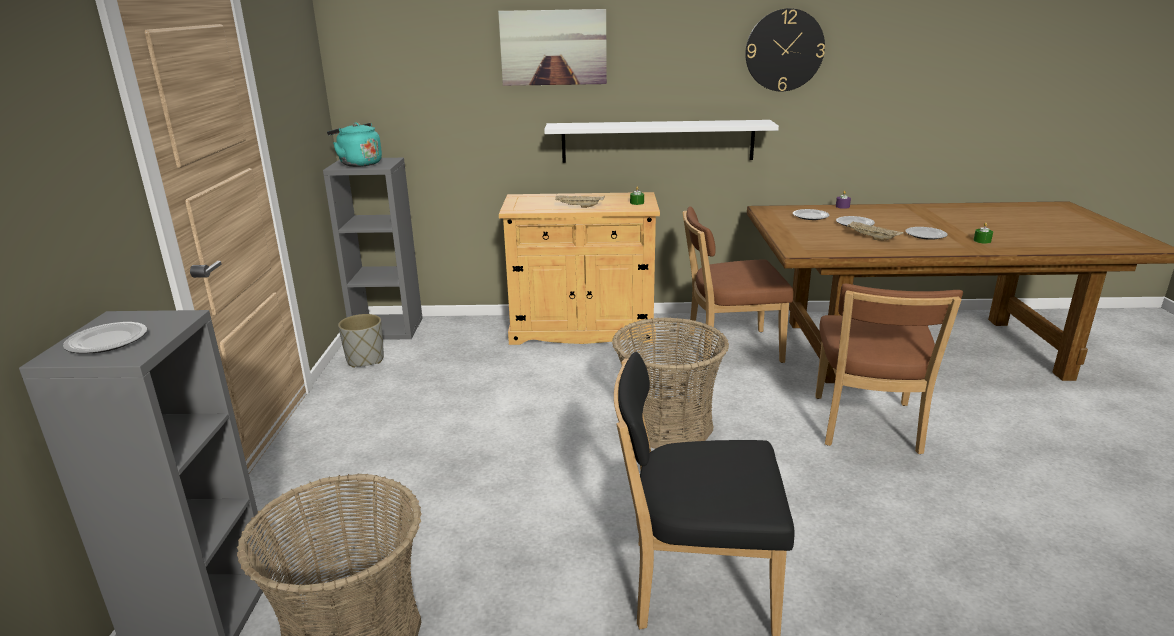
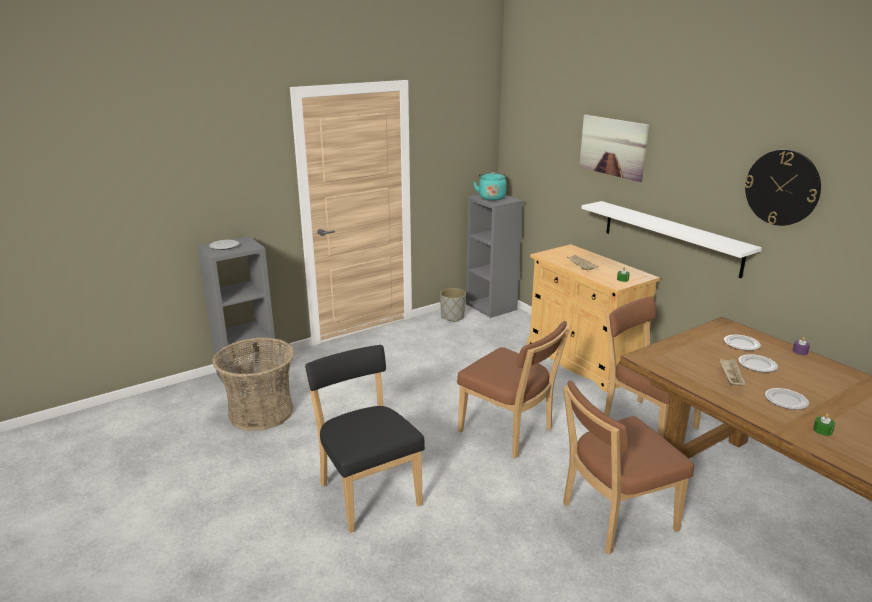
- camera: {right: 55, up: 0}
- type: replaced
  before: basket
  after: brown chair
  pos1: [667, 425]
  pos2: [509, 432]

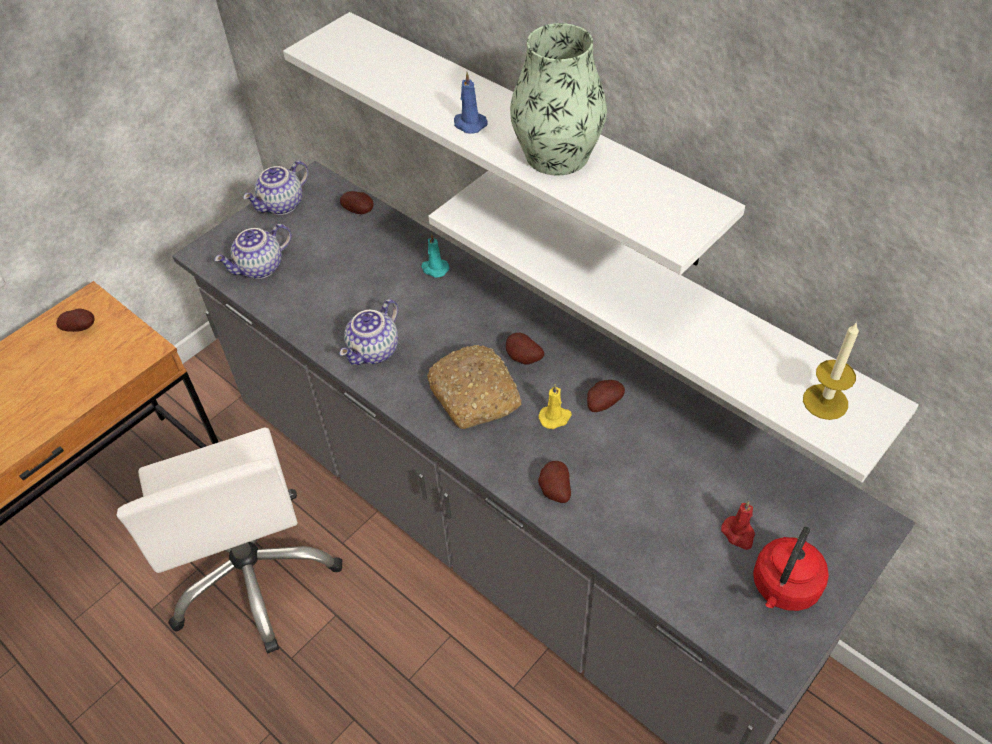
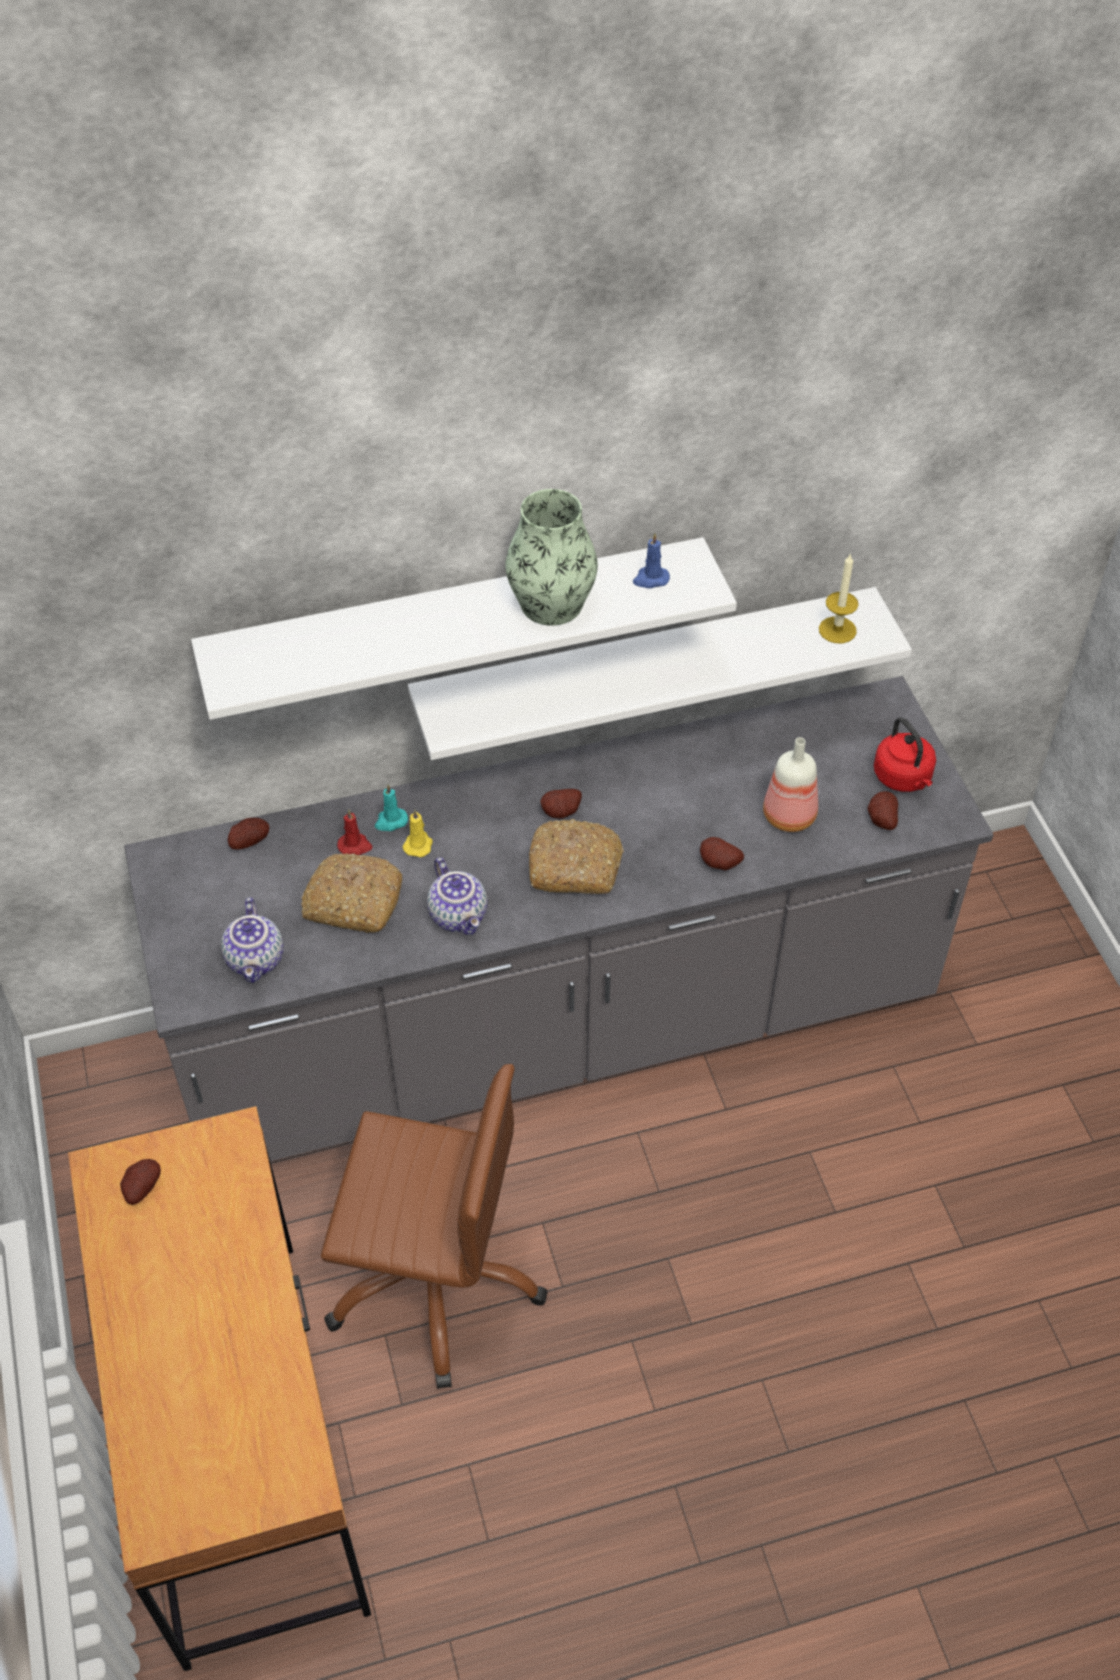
- camera: {right: -60, up: 0}
- type: recoloured
  before: white office chair
  after: brown office chair
  pos1: [254, 574]
  pos2: [435, 1279]
- type: removed
  before: teapot
  pos1: [282, 205]
- type: moved
  before: blue candle
  pos1: [469, 124]
  pos2: [650, 579]
- type: moved
  before: yellow candle
  pos1: [555, 417]
  pos2: [418, 844]
- type: moved
  before: potato
  pos1: [602, 403]
  pos2: [880, 820]
- type: moved
  before: red candle
  pos1: [739, 534]
  pos2: [355, 845]
- type: added
  after: bread
  pos2: [352, 902]
- type: added
  after: bottle
  pos2: [791, 816]

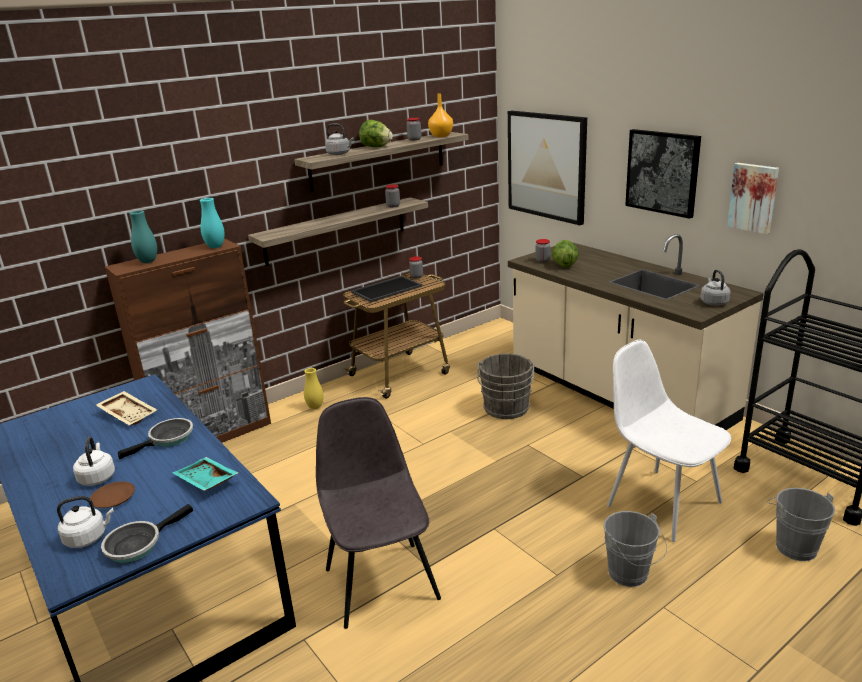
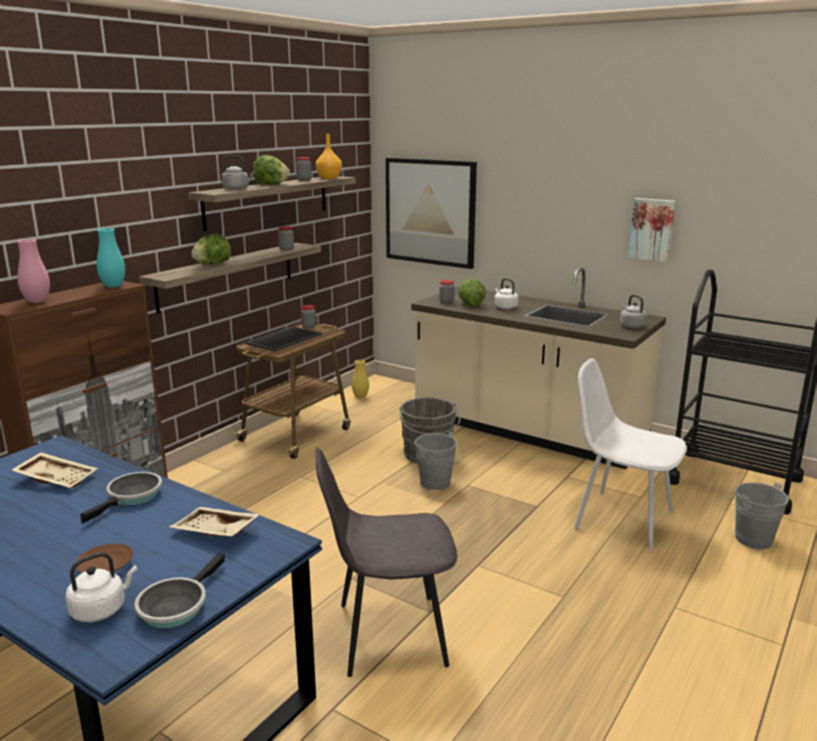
- camera: {right: -20, up: -5}
- type: moved
  before: white kettle
  pos1: [97, 477]
  pos2: [505, 307]
- type: recoloured
  before: turquoise vase
  after: pink vase
  pos1: [148, 261]
  pos2: [37, 302]
- type: recoloured
  before: turquoise tray
  after: beige tray
  pos1: [205, 482]
  pos2: [214, 532]
- type: moved
  before: yellow vase
  pos1: [315, 407]
  pos2: [360, 397]
- type: turned
  before: grey chair
  pos1: [380, 581]
  pos2: [387, 634]
  turn: -60
- type: moved
  before: grey bucket
  pos1: [630, 576]
  pos2: [437, 484]
- type: removed
  before: picture
  pos1: [662, 172]
- type: added
  after: lettuce
  pos2: [212, 264]

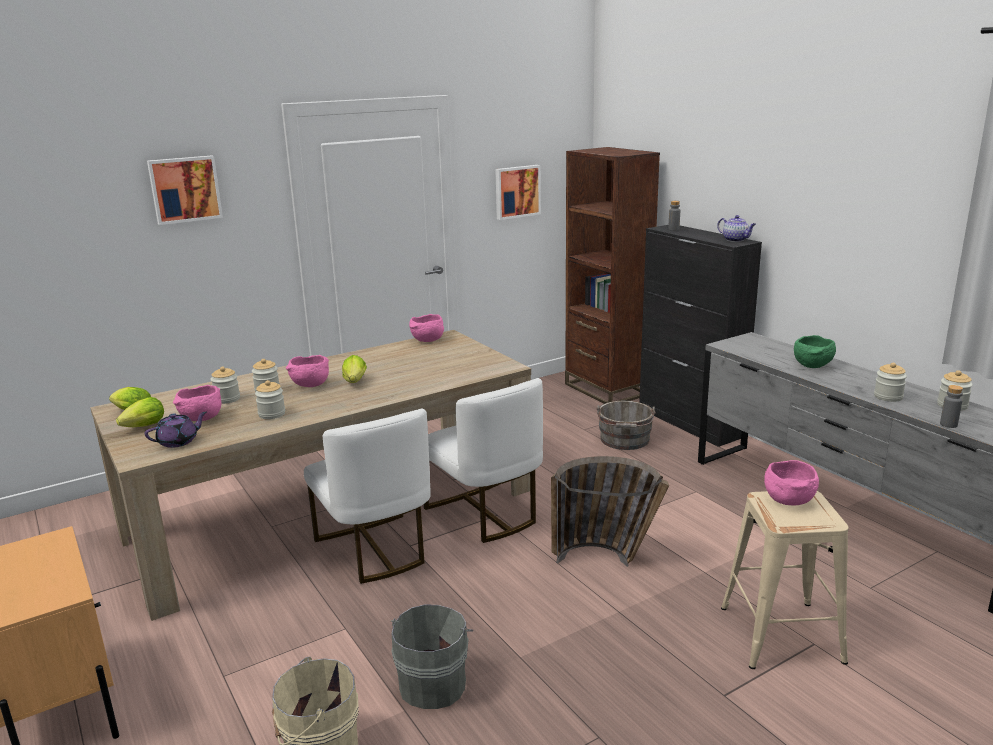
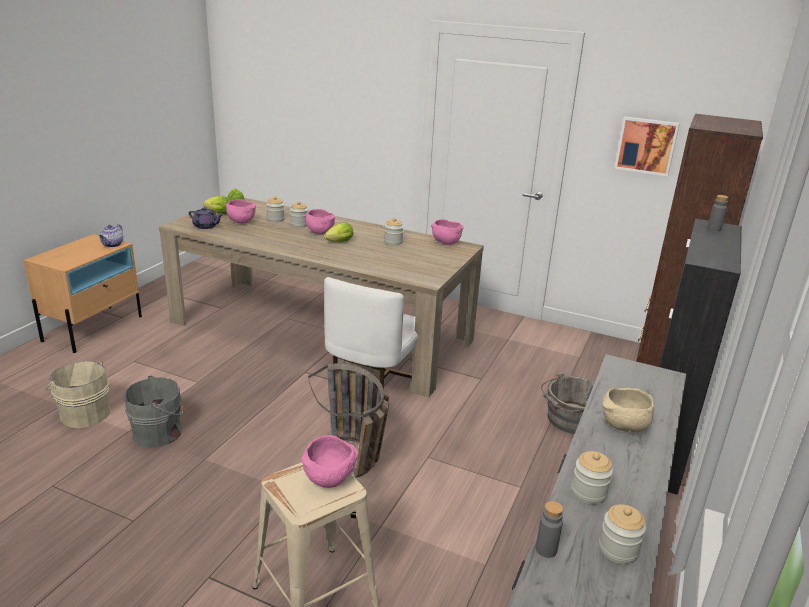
- camera: {right: 55, up: 5}
- type: removed
  before: picture
  pos1: [185, 189]
- type: moved
  before: jar
  pos1: [272, 414]
  pos2: [393, 242]
- type: removed
  before: white chair
  pos1: [375, 549]
- type: moved
  before: teapot
  pos1: [735, 240]
  pos2: [112, 245]
- type: recoloured
  before: green bowl
  after: beige bowl
  pos1: [812, 367]
  pos2: [623, 427]

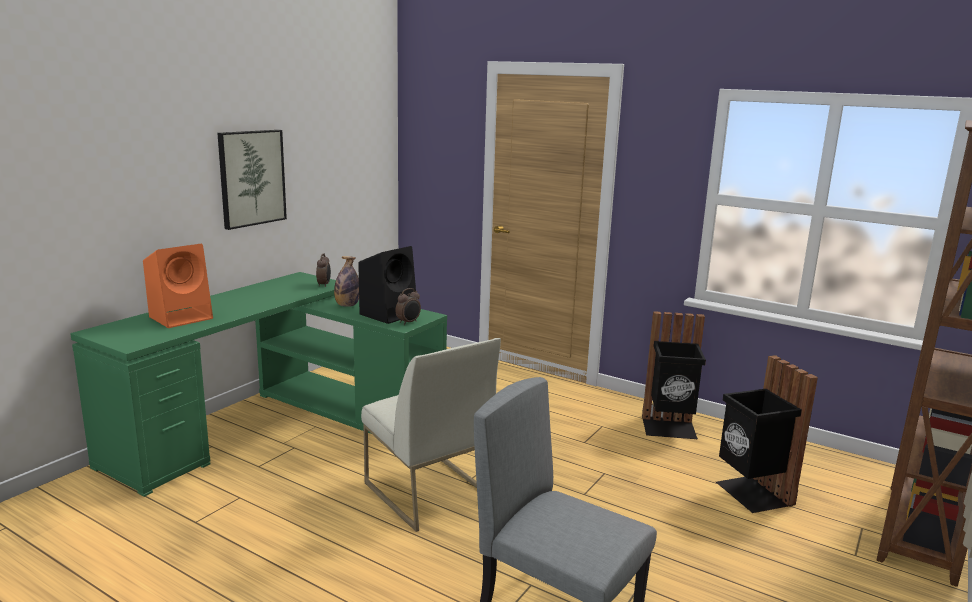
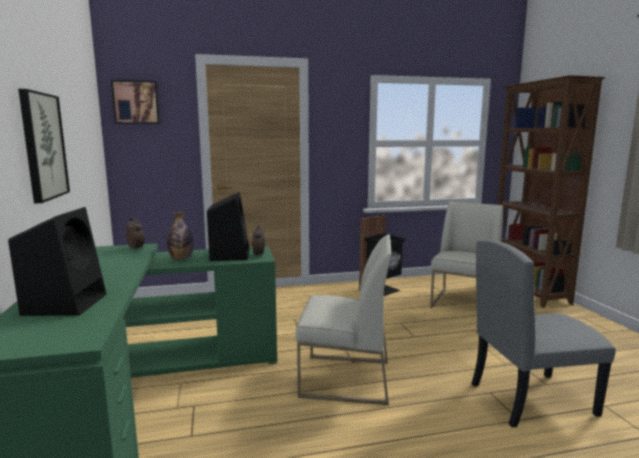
- camera: {right: -45, up: -5}
- type: recoloured
  before: orange speaker
  after: black speaker
  pos1: [182, 317]
  pos2: [66, 303]
- type: replaced
  before: black trash can
  after: white chair
  pos1: [751, 494]
  pos2: [464, 303]
- type: added
  after: picture
  pos2: [136, 102]

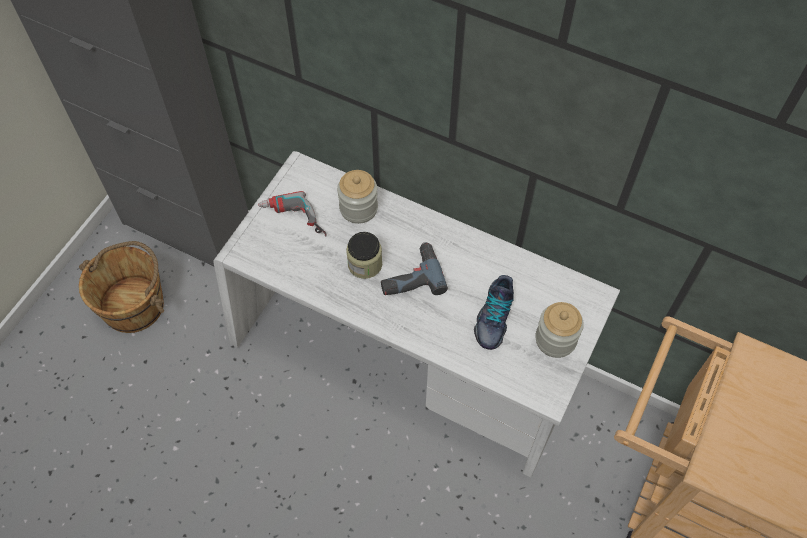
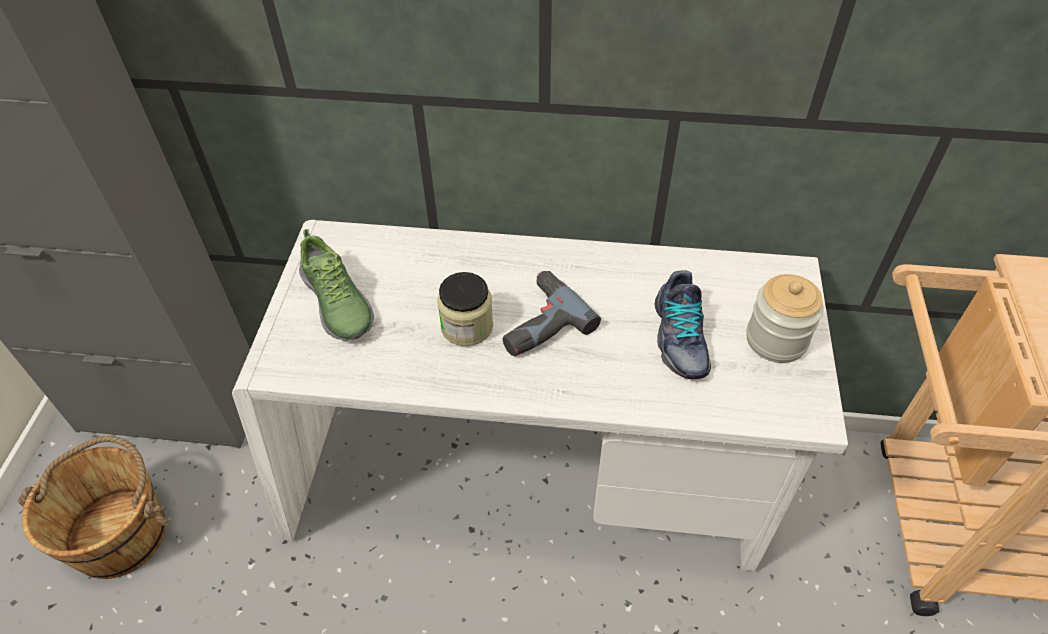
- camera: {right: -20, up: -10}
- type: replaced
  before: power drill
  after: shoe
  pos1: [292, 221]
  pos2: [337, 304]
- type: removed
  before: jar
  pos1: [358, 208]

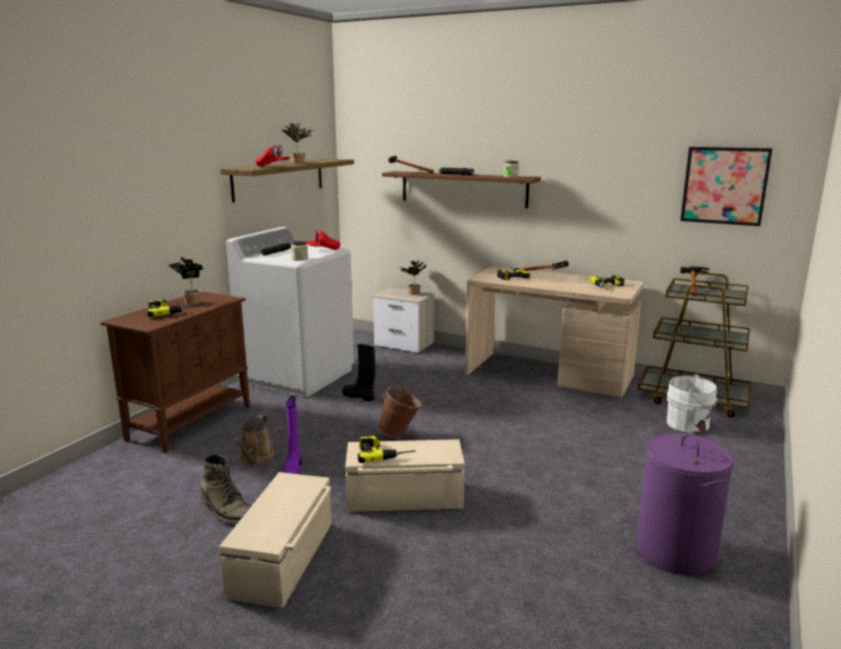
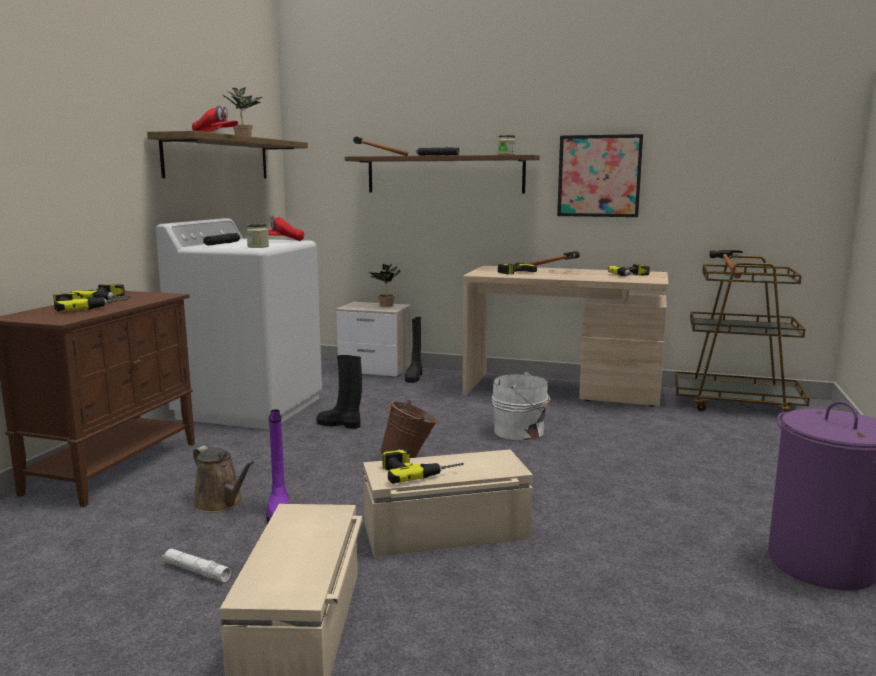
- camera: {right: -10, up: -5}
- type: replaced
  before: potted plant
  after: power drill
  pos1: [190, 302]
  pos2: [113, 299]
- type: replaced
  before: green boot
  after: white flashlight
  pos1: [227, 510]
  pos2: [196, 571]
- type: turned
  before: brown watering can
  pos1: [256, 458]
  pos2: [221, 503]
  turn: -45
- type: moved
  before: white bucket
  pos1: [689, 424]
  pos2: [521, 432]
- type: moved
  before: picture
  pos1: [724, 185]
  pos2: [599, 176]
- type: added
  after: black boot
  pos2: [414, 377]

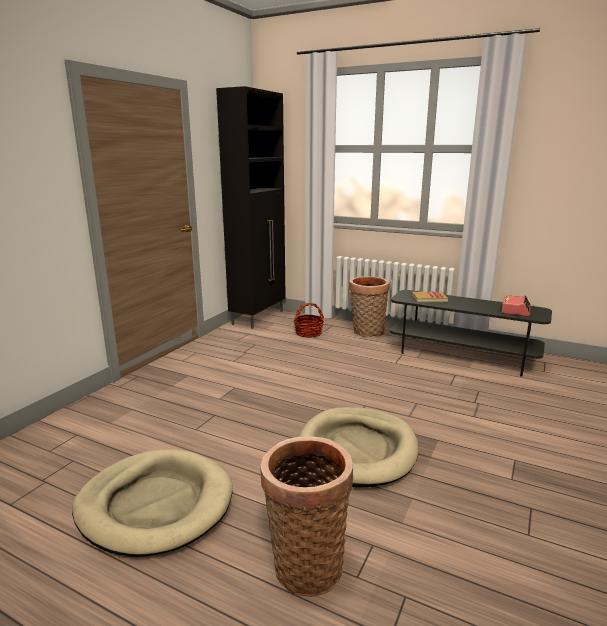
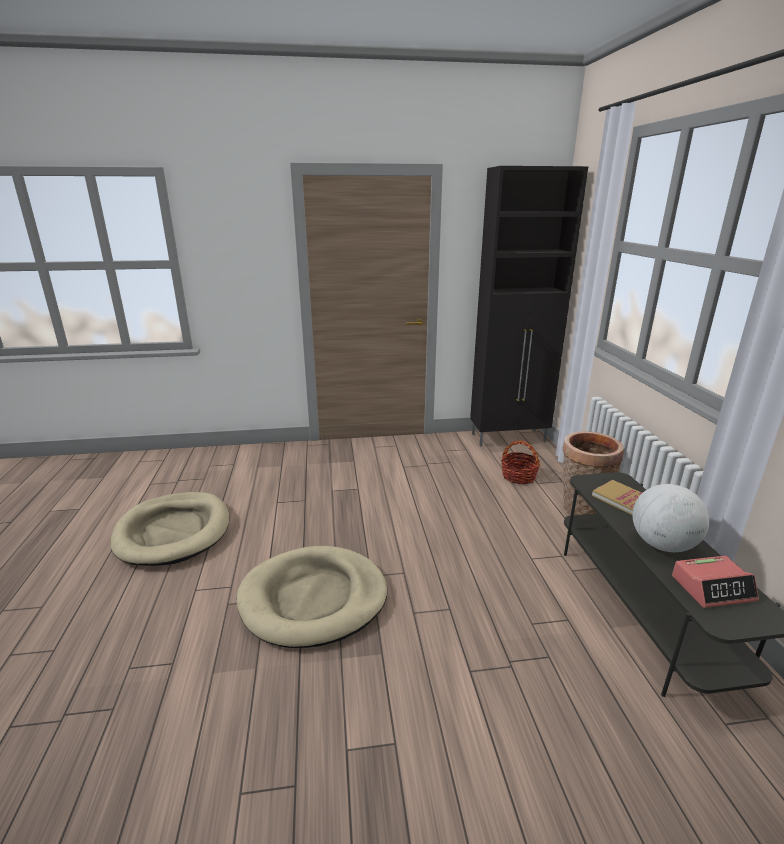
- camera: {right: 55, up: 5}
- type: removed
  before: basket
  pos1: [306, 563]
- type: added
  after: globe
  pos2: [662, 545]

